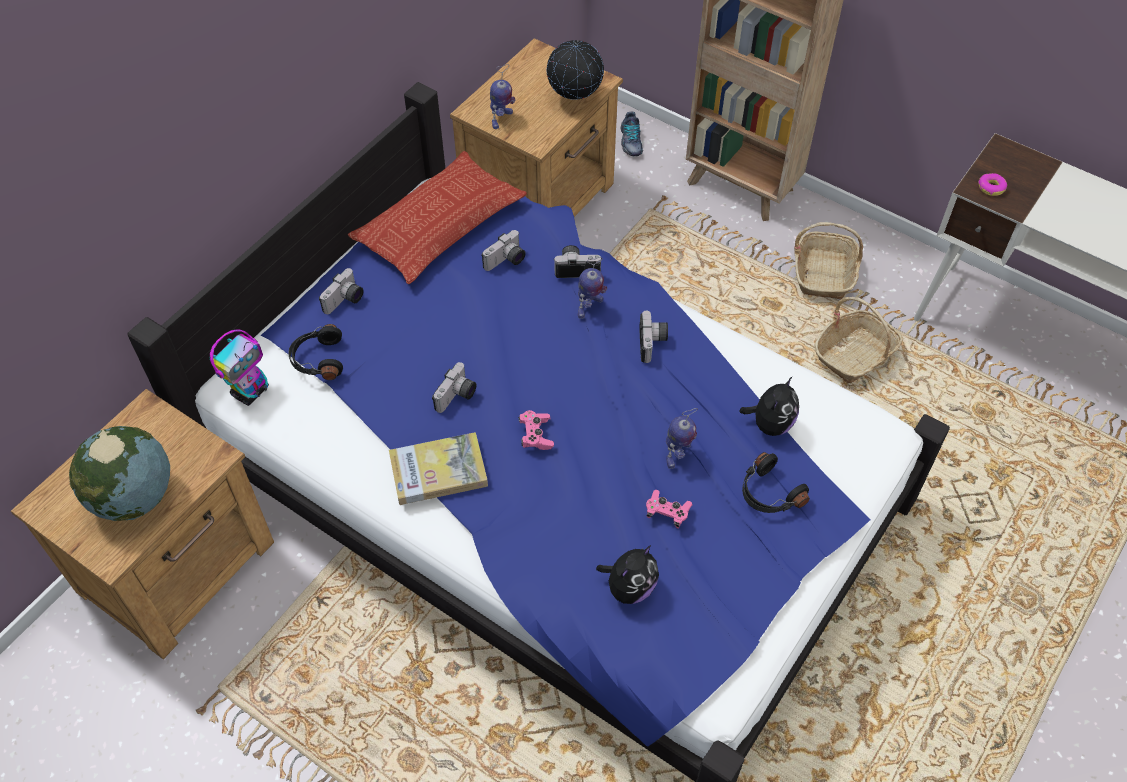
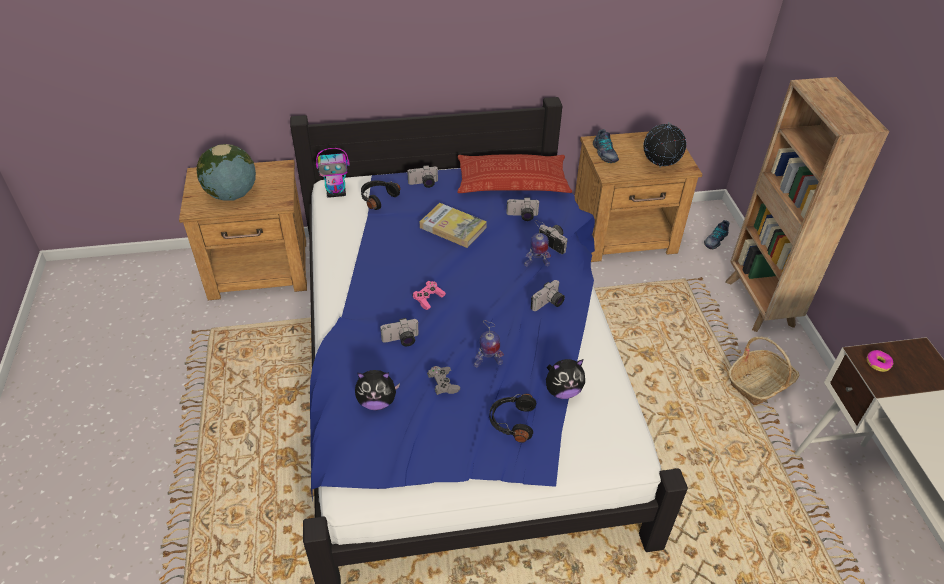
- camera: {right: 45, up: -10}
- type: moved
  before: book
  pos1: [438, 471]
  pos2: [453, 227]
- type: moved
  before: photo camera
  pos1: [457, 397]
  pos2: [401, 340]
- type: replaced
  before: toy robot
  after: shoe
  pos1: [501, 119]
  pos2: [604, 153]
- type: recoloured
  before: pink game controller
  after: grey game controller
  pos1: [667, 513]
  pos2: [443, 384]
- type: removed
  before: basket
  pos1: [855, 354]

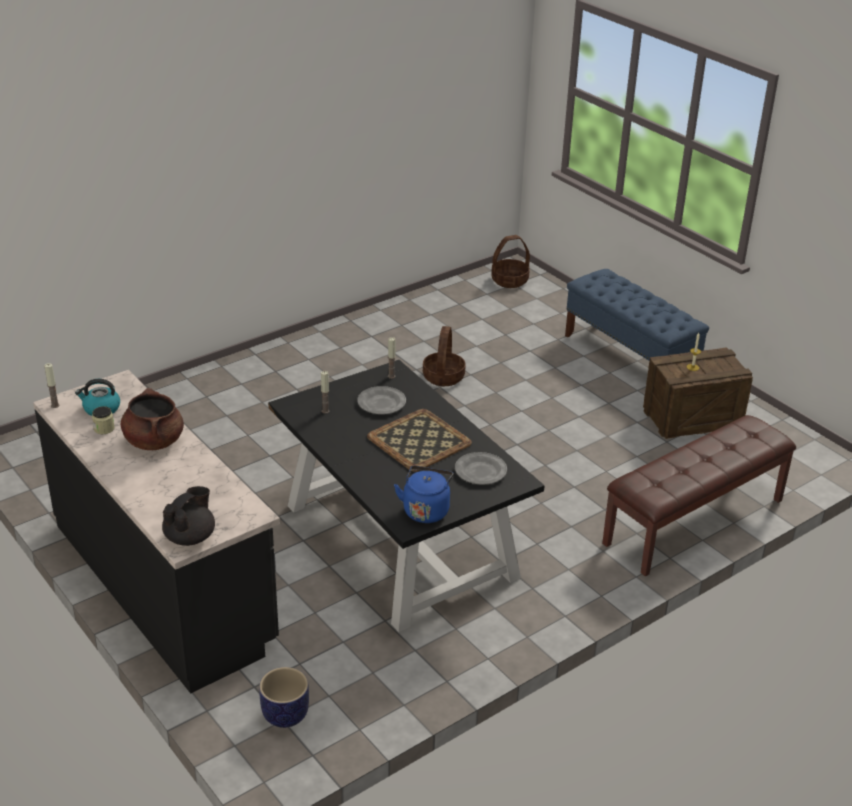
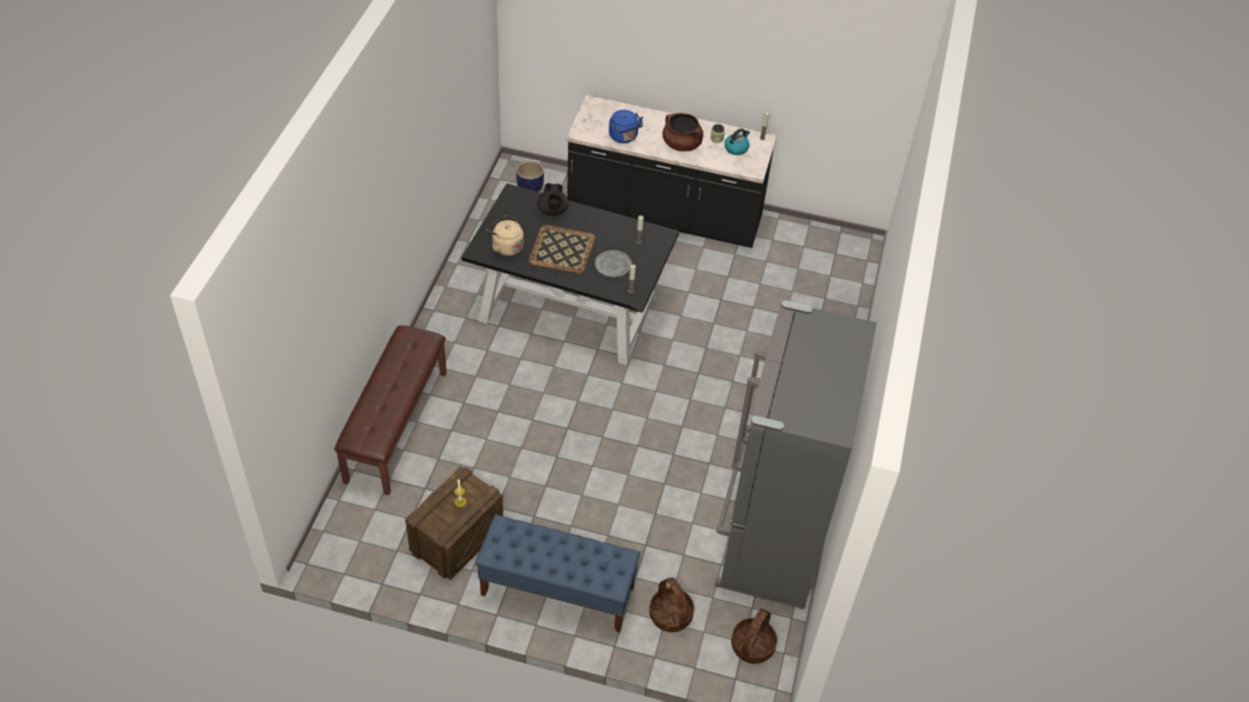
- camera: {right: 140, up: 15}
- type: moved
  before: black teapot
  pos1: [190, 537]
  pos2: [552, 211]
- type: moved
  before: blue kettle
  pos1: [426, 510]
  pos2: [624, 137]
- type: moved
  before: basket
  pos1: [443, 376]
  pos2: [671, 615]
- type: replaced
  before: grey plate
  after: beige kettle
  pos1: [480, 471]
  pos2: [506, 246]
- type: added
  after: grey fridge
  pos2: [769, 539]

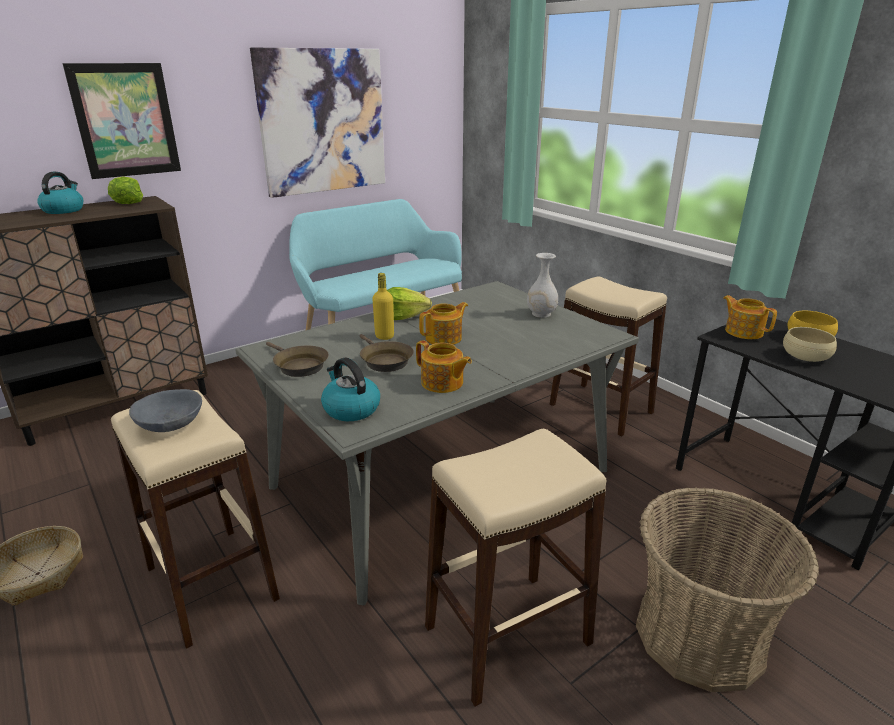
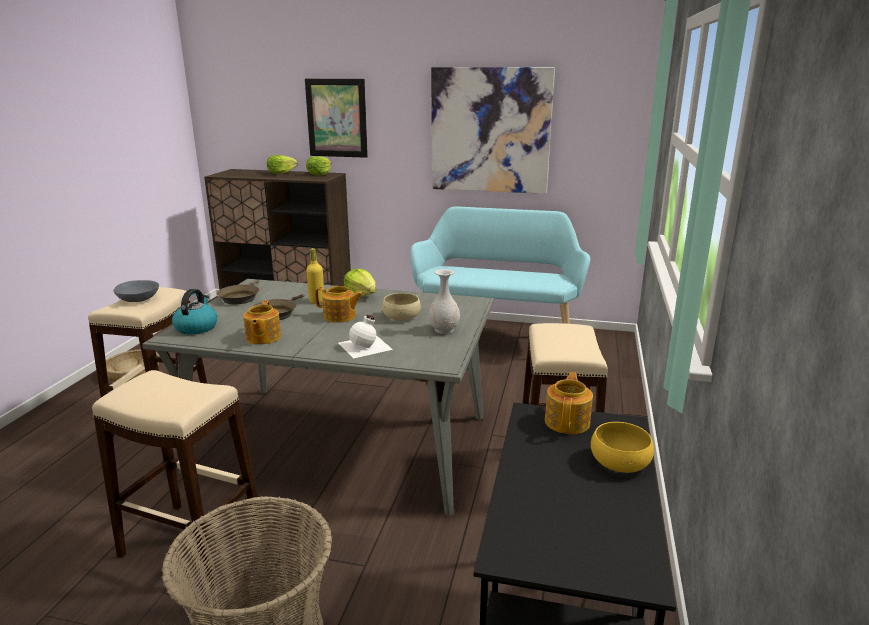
- camera: {right: 50, up: -5}
- type: replaced
  before: kettle
  after: lettuce
  pos1: [64, 210]
  pos2: [281, 173]
- type: moved
  before: beige bowl
  pos1: [805, 356]
  pos2: [401, 316]
- type: added
  after: white bottle
  pos2: [366, 346]

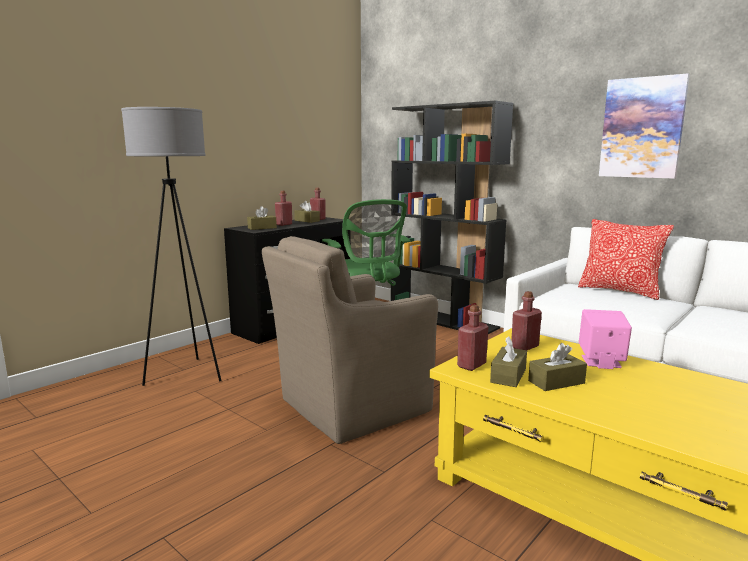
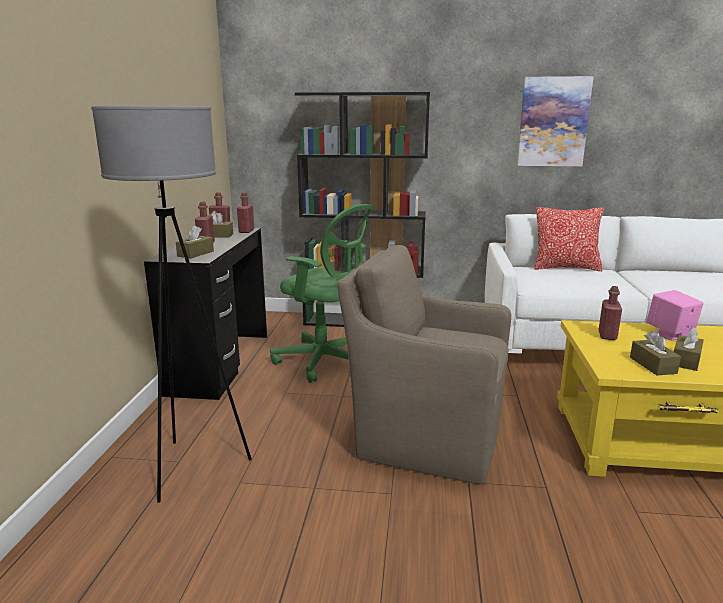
- camera: {right: -35, up: 5}
- type: turned
  before: brown armchair
  pos1: [351, 407]
  pos2: [425, 437]
  turn: 90
- type: moved
  before: red bottle
  pos1: [471, 365]
  pos2: [246, 231]

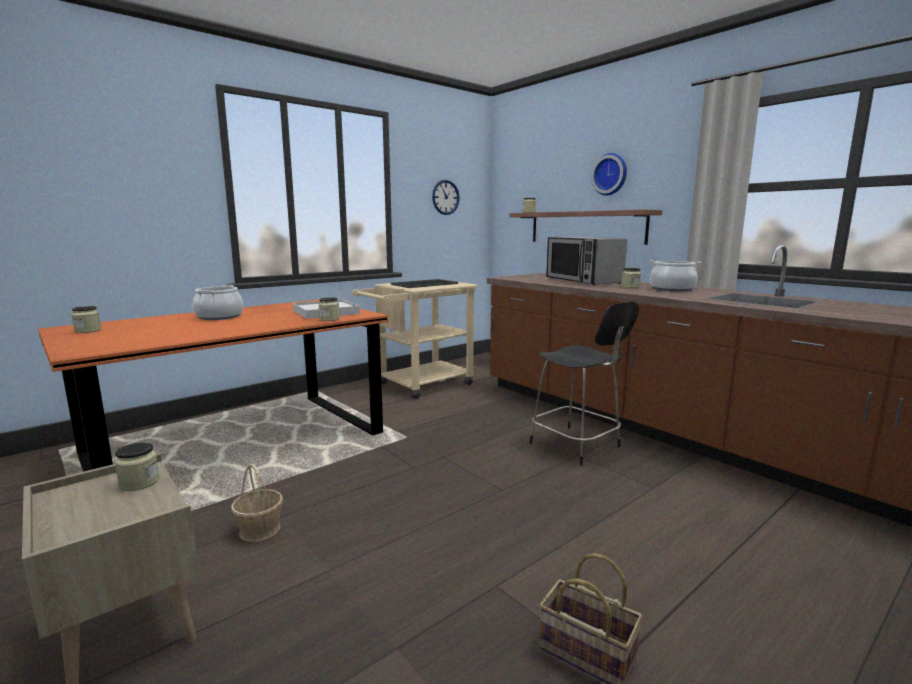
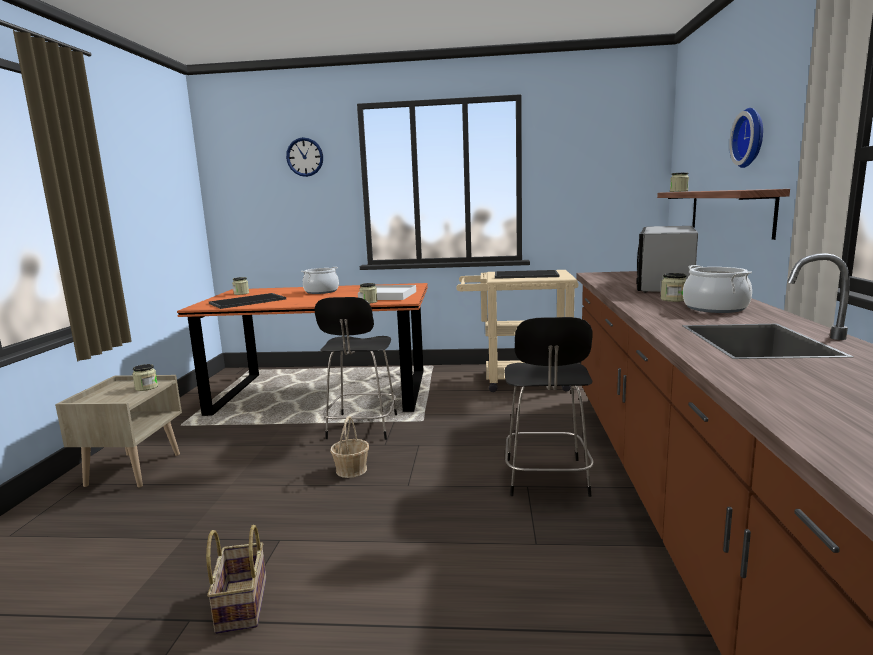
- camera: {right: 45, up: 0}
- type: moved
  before: basket
  pos1: [260, 529]
  pos2: [351, 470]
- type: moved
  before: wall clock
  pos1: [445, 197]
  pos2: [305, 157]
- type: added
  after: tray
  pos2: [247, 301]
- type: added
  after: black chair
  pos2: [362, 428]

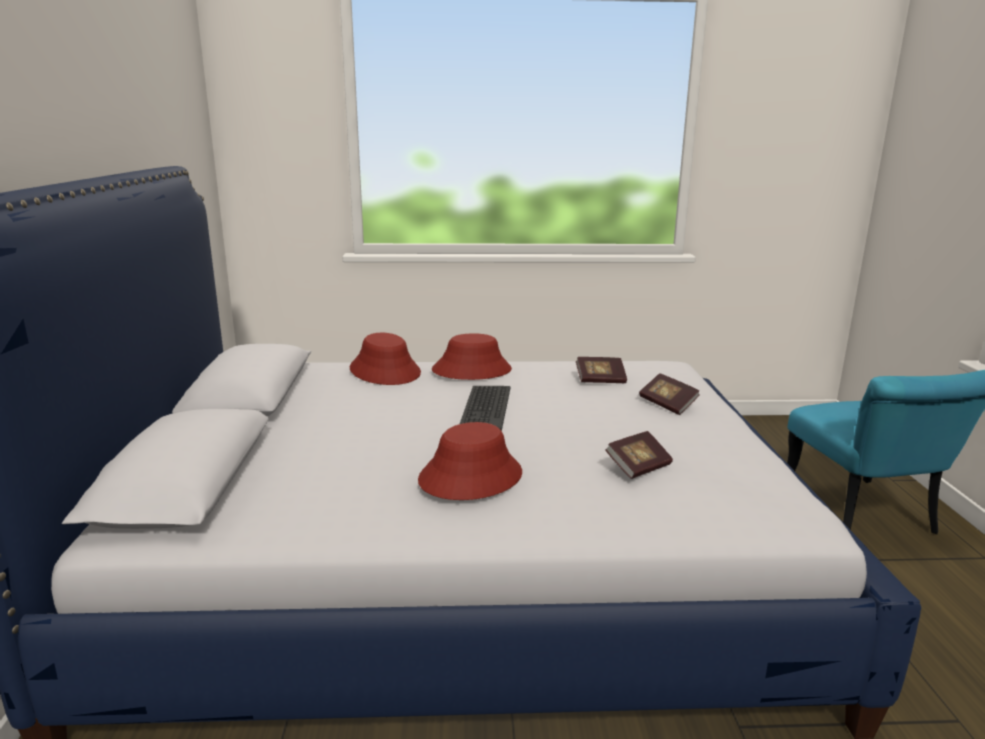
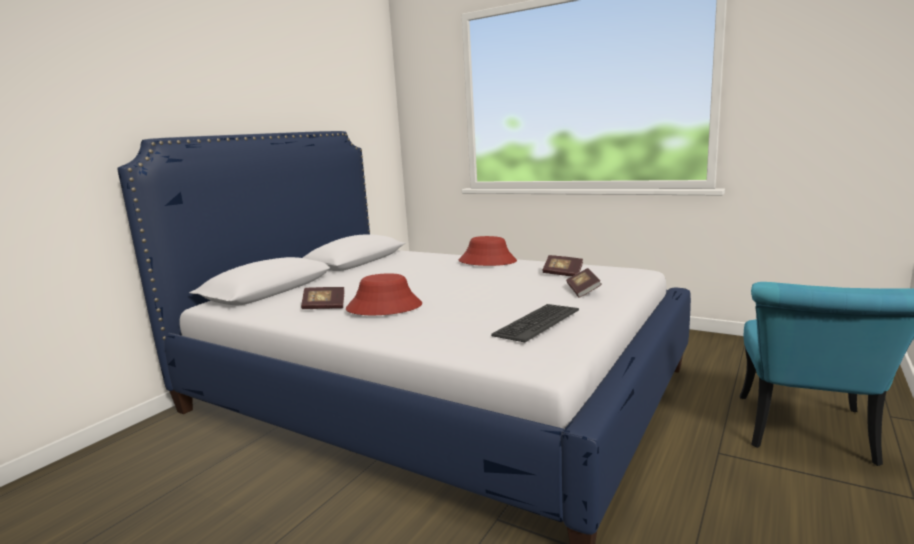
- camera: {right: 35, up: -5}
- type: removed
  before: red hat
  pos1: [385, 371]
- type: moved
  before: keyboard
  pos1: [485, 408]
  pos2: [536, 323]
- type: moved
  before: book
  pos1: [638, 467]
  pos2: [324, 307]

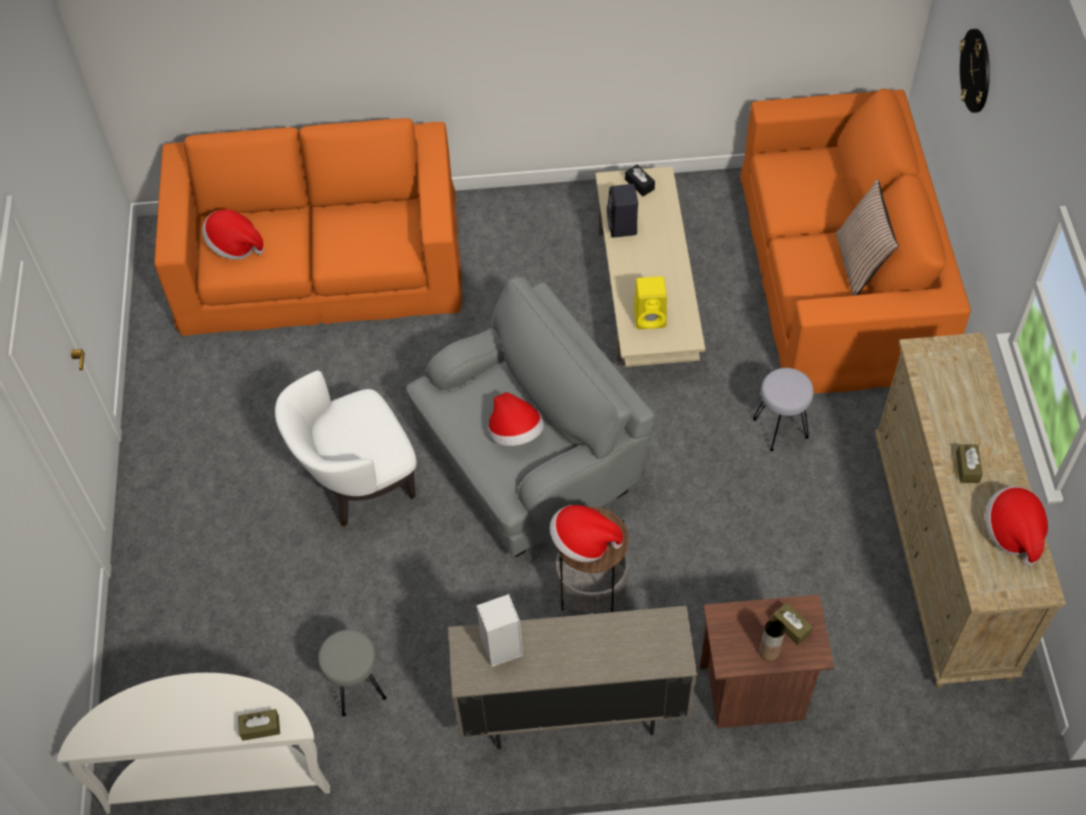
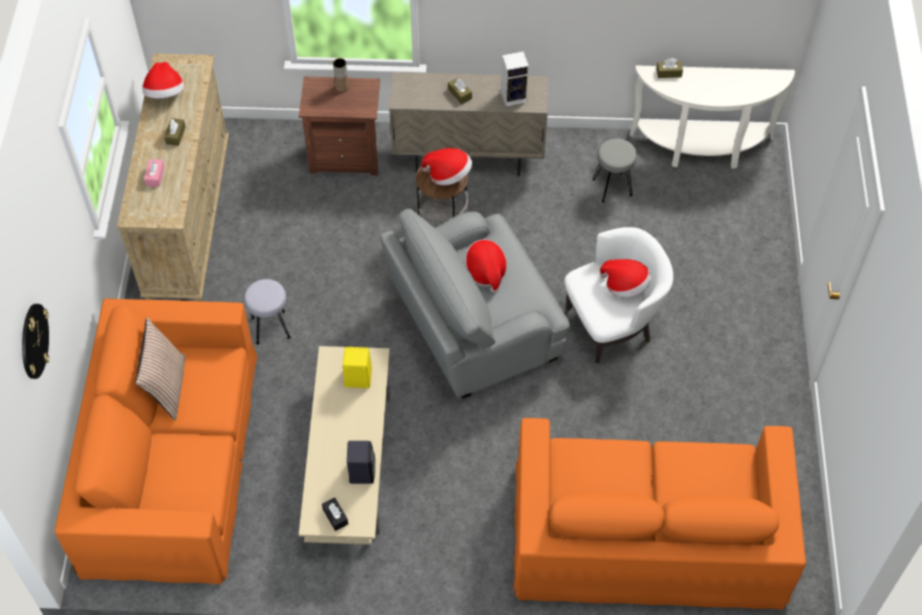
- camera: {right: -175, up: 0}
- type: moved
  before: hat
  pos1: [234, 245]
  pos2: [625, 286]
- type: moved
  before: brown tissue box
  pos1: [791, 627]
  pos2: [459, 94]
- type: added
  after: pink tissue box
  pos2: [155, 176]

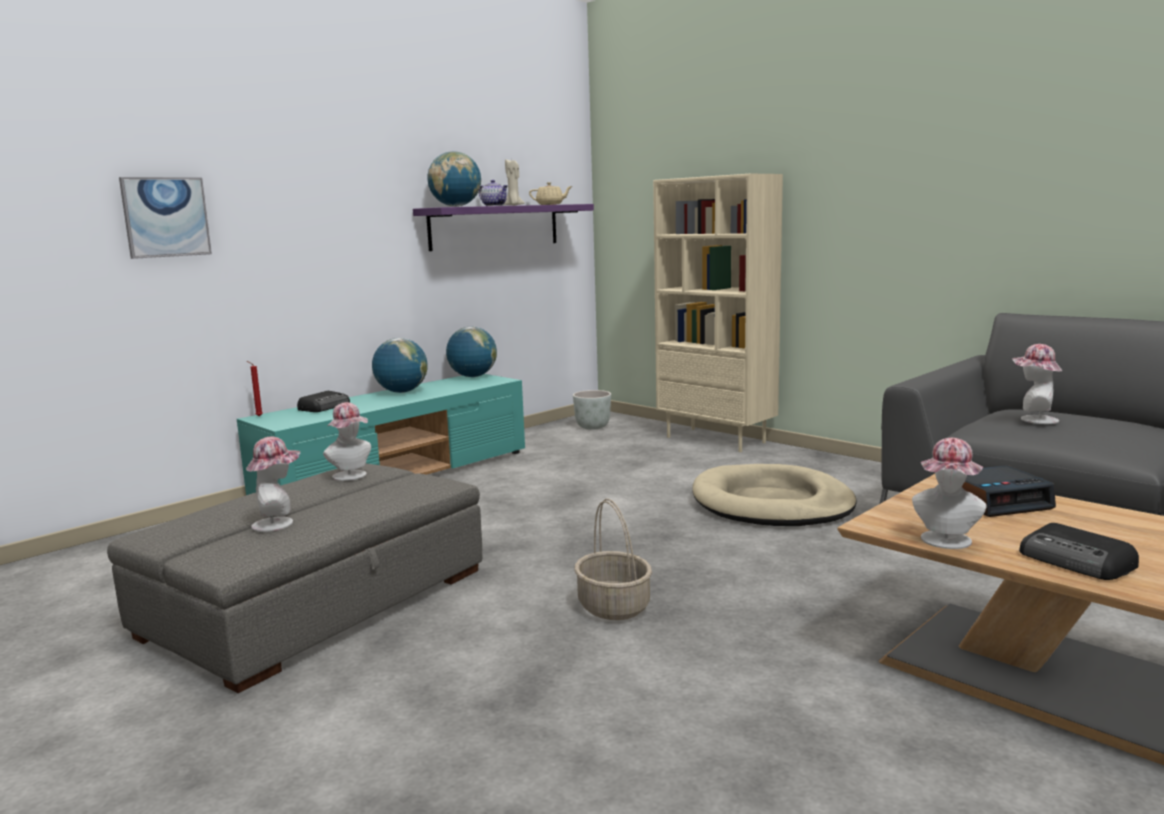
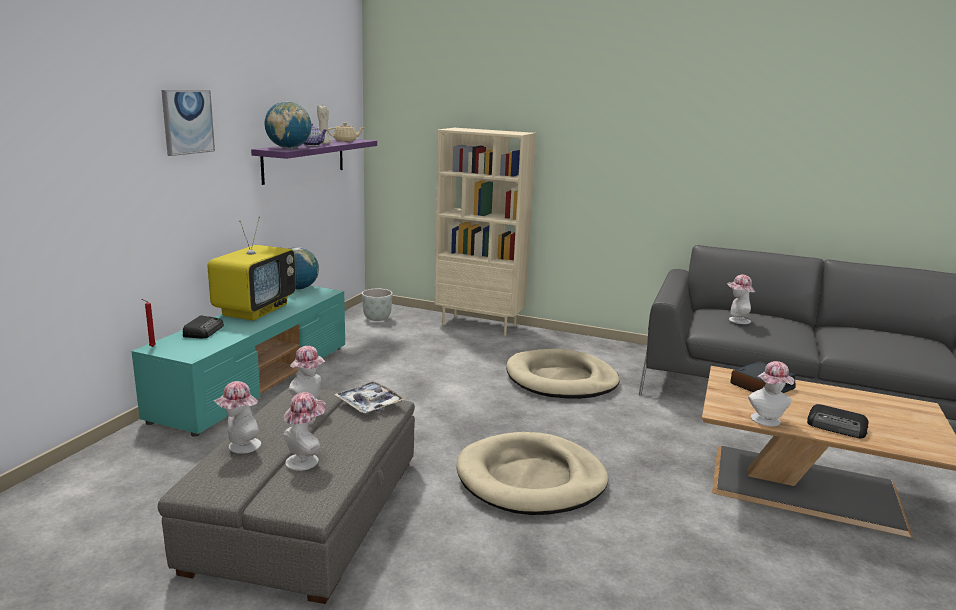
- camera: {right: -25, up: 5}
- type: moved
  before: picture
  pos1: [166, 217]
  pos2: [187, 122]
- type: replaced
  before: globe
  after: television
  pos1: [402, 392]
  pos2: [255, 309]
- type: replaced
  before: basket
  after: beige dog bed
  pos1: [614, 607]
  pos2: [531, 479]
- type: added
  after: hat
  pos2: [240, 447]
- type: added
  after: tray
  pos2: [369, 403]

